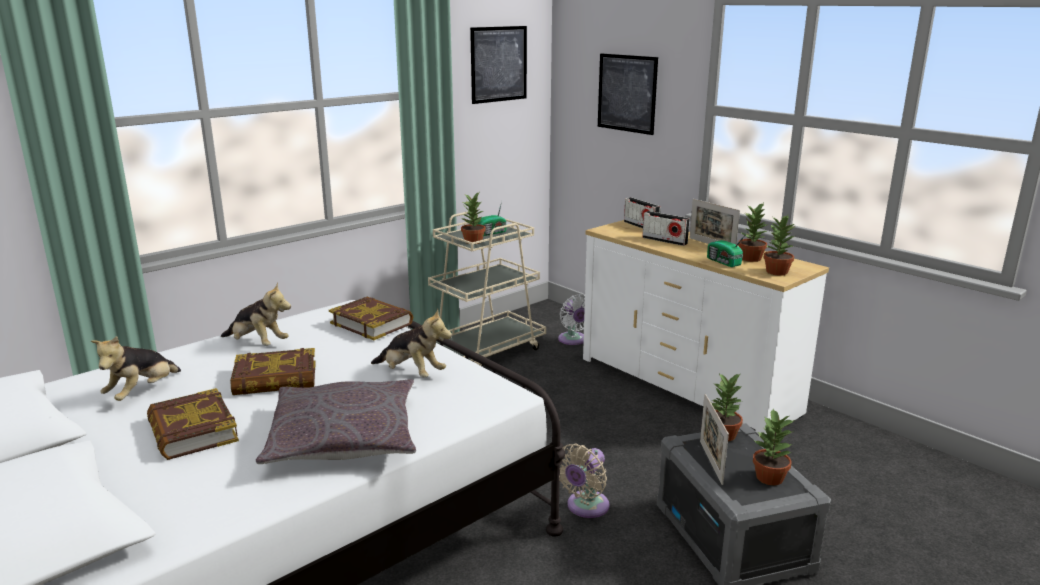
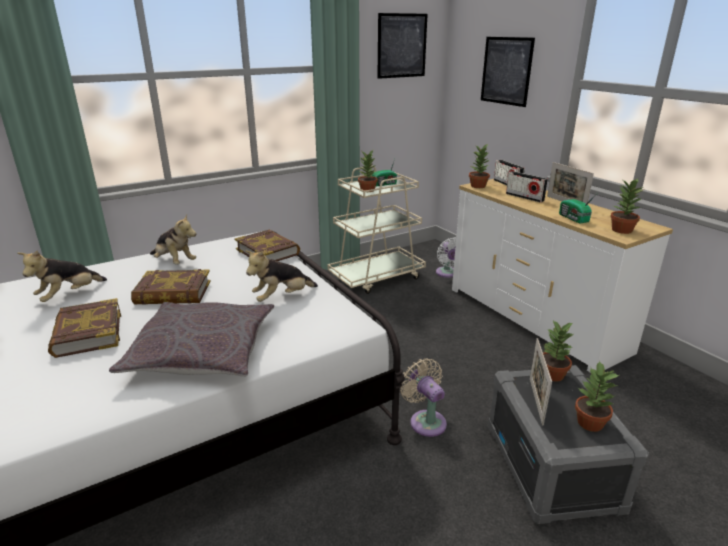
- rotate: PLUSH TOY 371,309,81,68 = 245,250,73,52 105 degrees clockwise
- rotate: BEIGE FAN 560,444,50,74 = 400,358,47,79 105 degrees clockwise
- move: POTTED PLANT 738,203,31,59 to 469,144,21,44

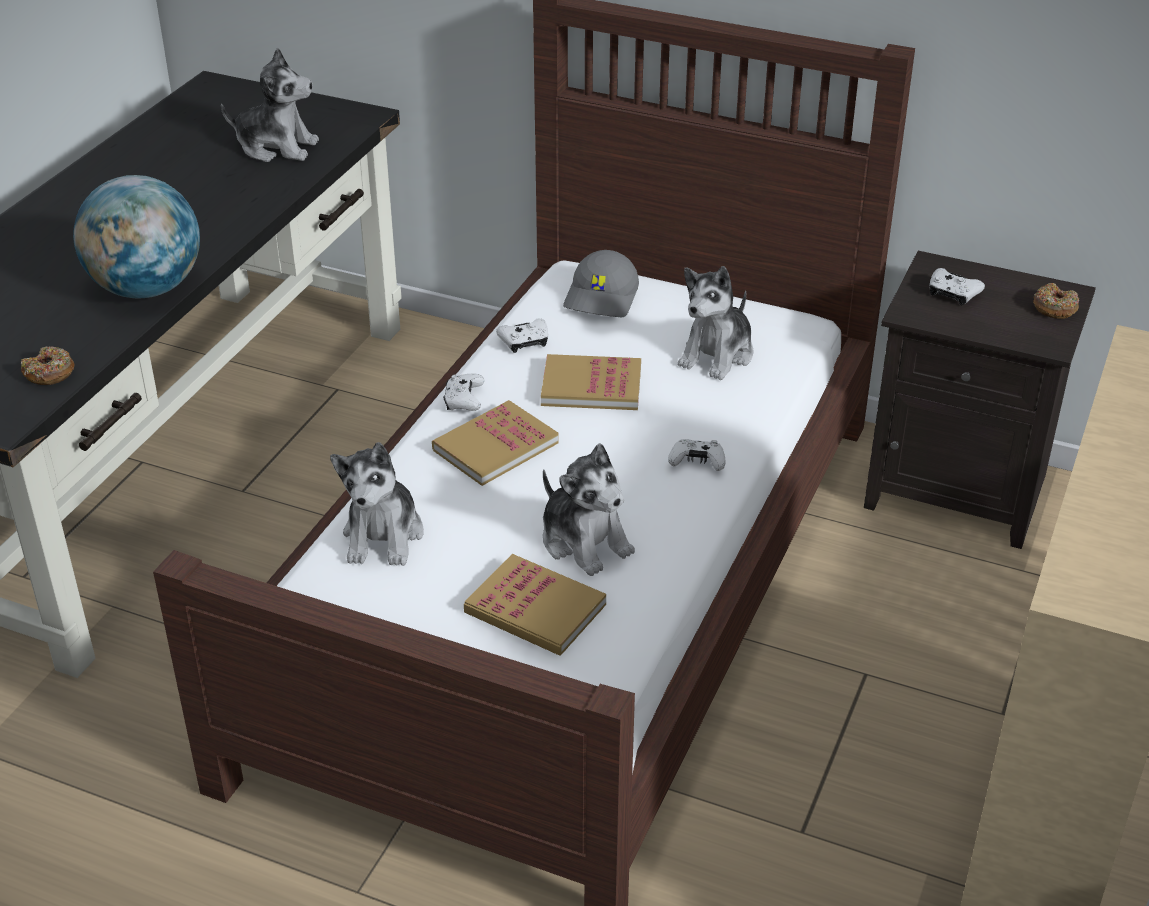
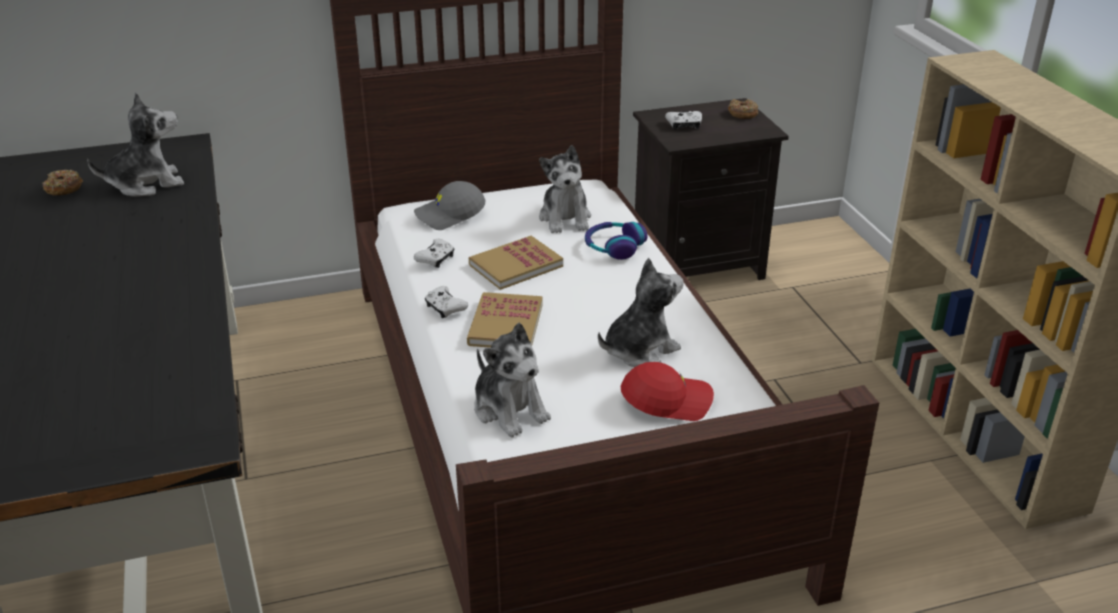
- move: DONUT 21,346,53,39 to 42,170,41,26
- delete: GLOBE 73,175,127,123
- replace: BOOK 464,554,142,102 to RED CAP 621,362,93,59
- rotate: PLUSH TOY 543,443,92,133 = 598,258,86,109 45 degrees counterclockwise
- rotate: GREY CAP 563,250,76,67 = 414,181,71,49 90 degrees clockwise
- delete: WHITE GAME CONTROLLER 668,439,58,32
- insert: HEADPHONES 585,222,63,38

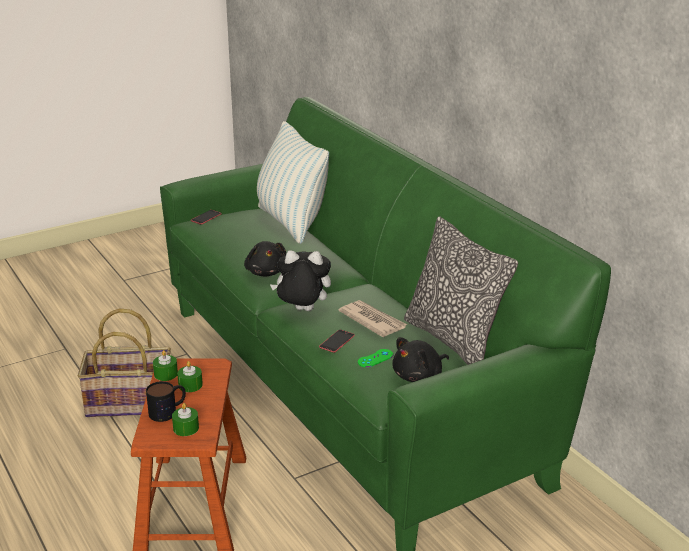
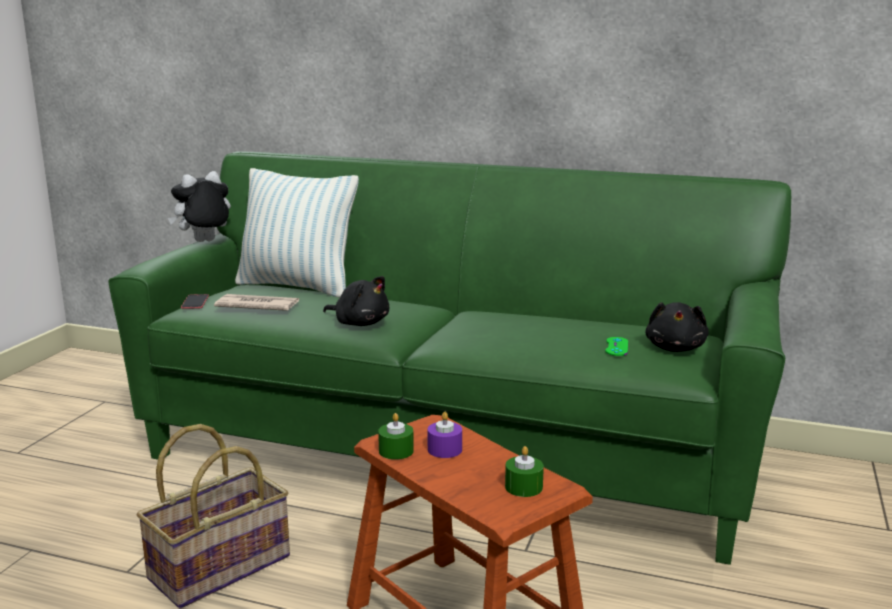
- delete: MUG 146,381,40,41
- recolor: GREEN CANDLE 177,361,26,31 to PURPLE CANDLE 428,412,34,46
- move: PLUSH TOY 270,250,61,61 to 168,171,63,71
- delete: PHONE 319,330,36,23
- move: NEWSPAPER 338,300,69,37 to 214,294,85,17
- delete: PILLOW 404,216,114,149

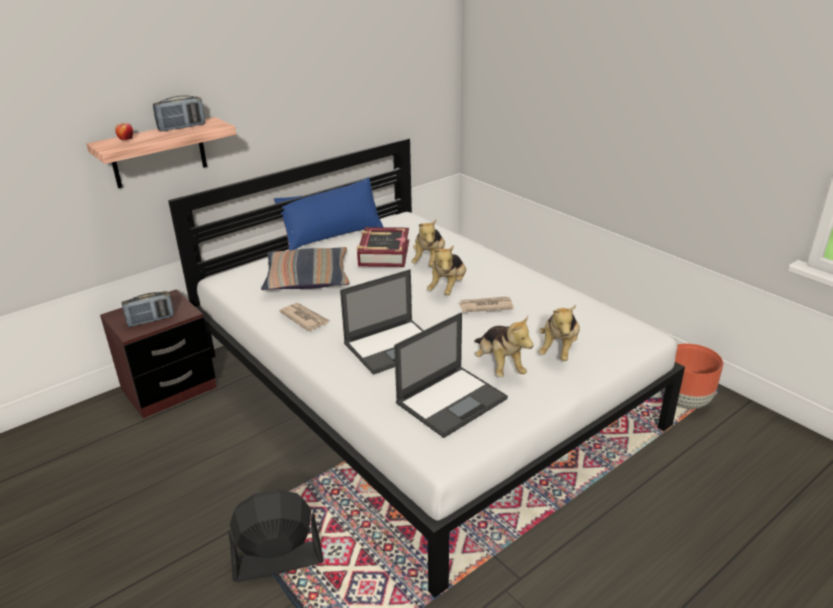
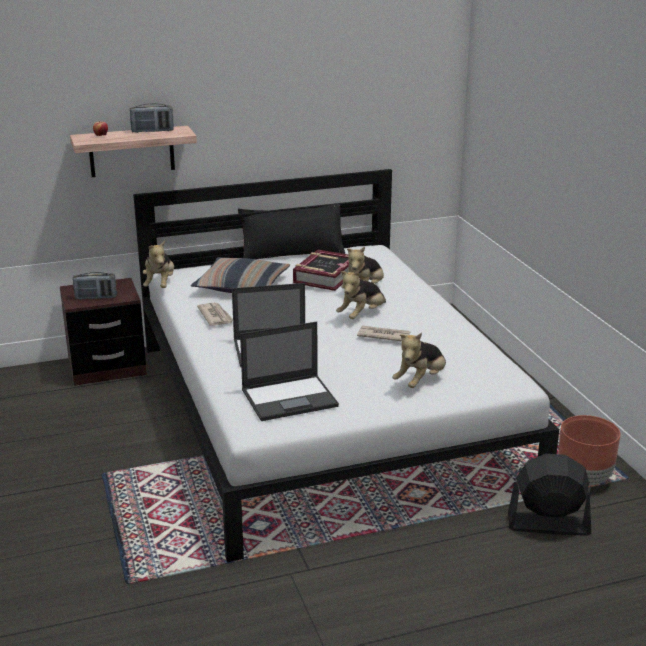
- move: BLACK FAN 228,489,96,93 to 508,454,83,82
- recolor: BLUE PILLOW 274,177,109,73 to BLACK PILLOW 238,203,107,56
- move: PLUSH TOY 474,316,60,61 to 143,241,31,47

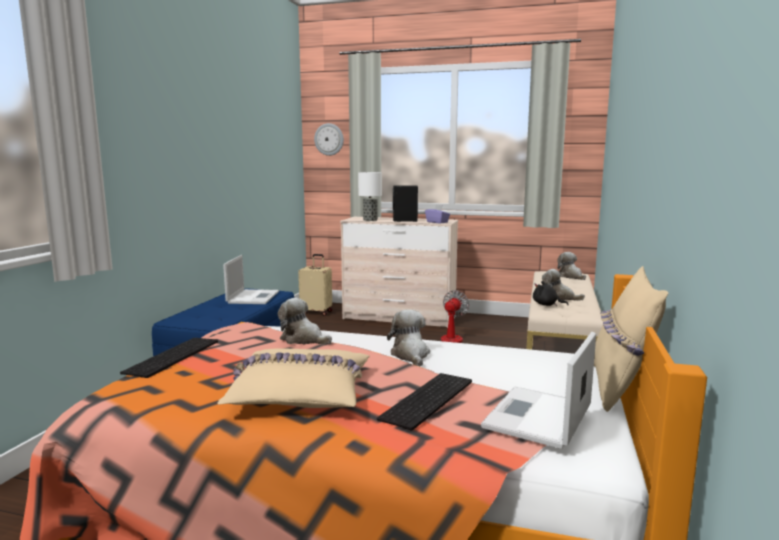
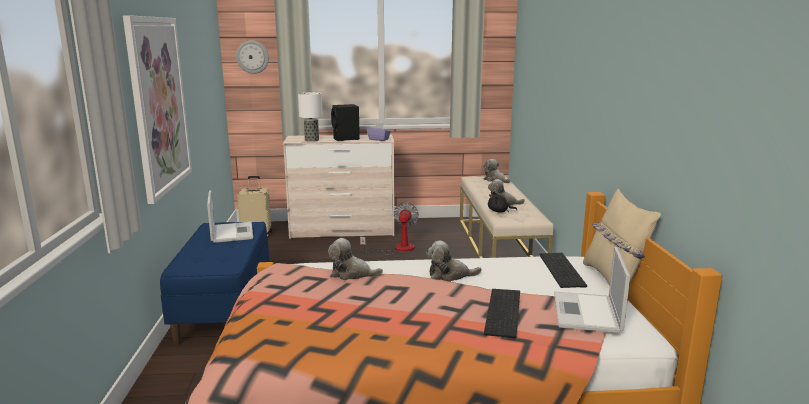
- move: KEYBOARD 120,338,98,40 to 539,253,48,35
- delete: BEIGE PILLOW 218,349,152,59
- rotate: PLUSH TOY 387,310,43,57 = 426,241,56,41 60 degrees counterclockwise
- insert: PICTURE 123,15,69,189

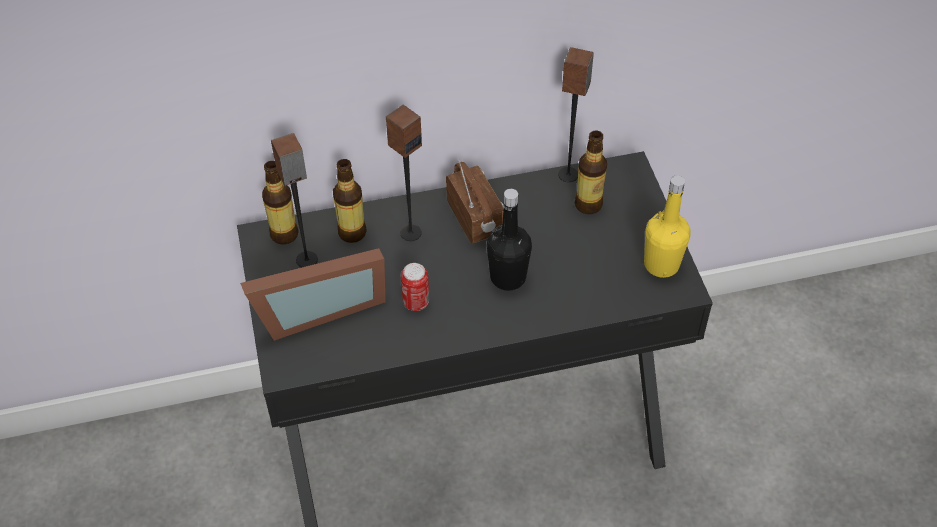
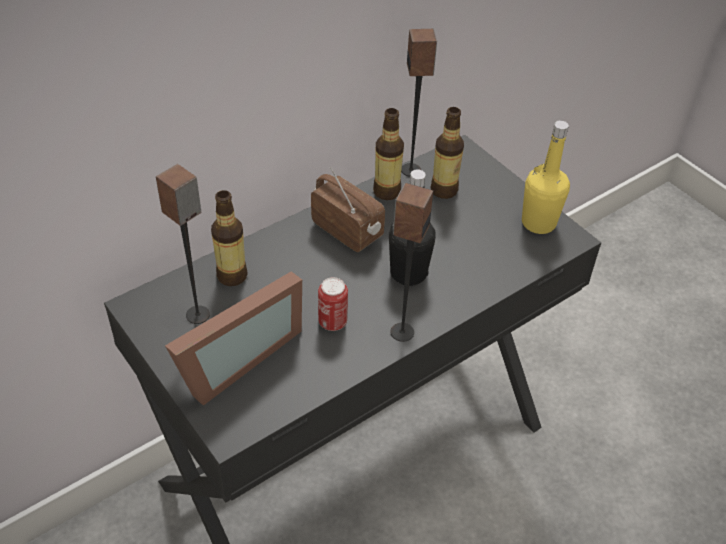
- move: BOTTLE 262,161,37,84 to 373,108,31,92
- move: SPEAKER 386,105,36,136 to 390,183,43,159

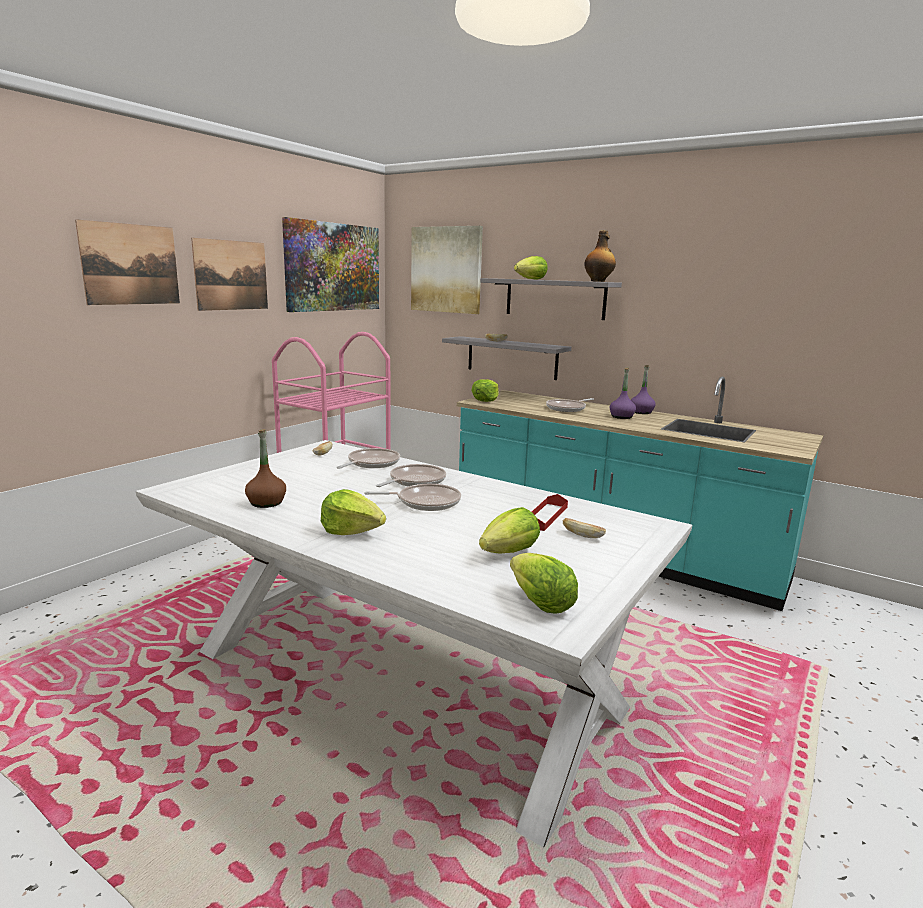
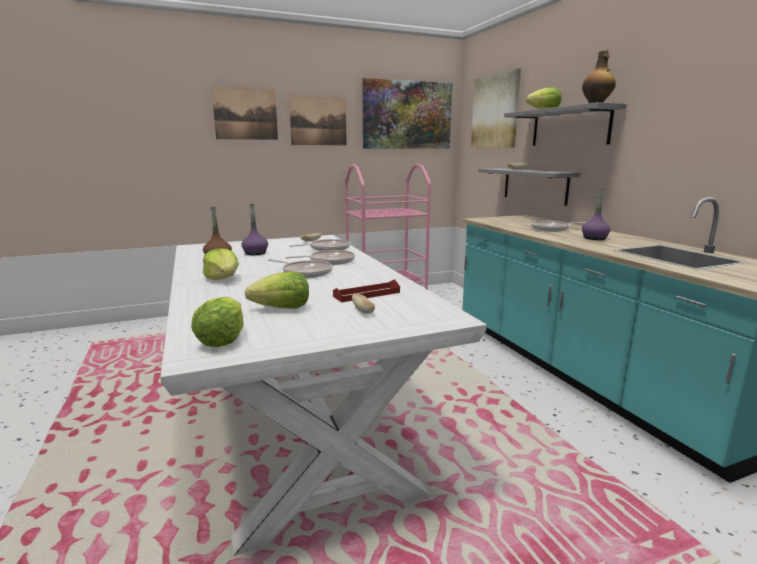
- delete: LETTUCE 471,379,28,23
- move: PURPLE BOTTLE 631,365,24,49 to 241,204,27,51

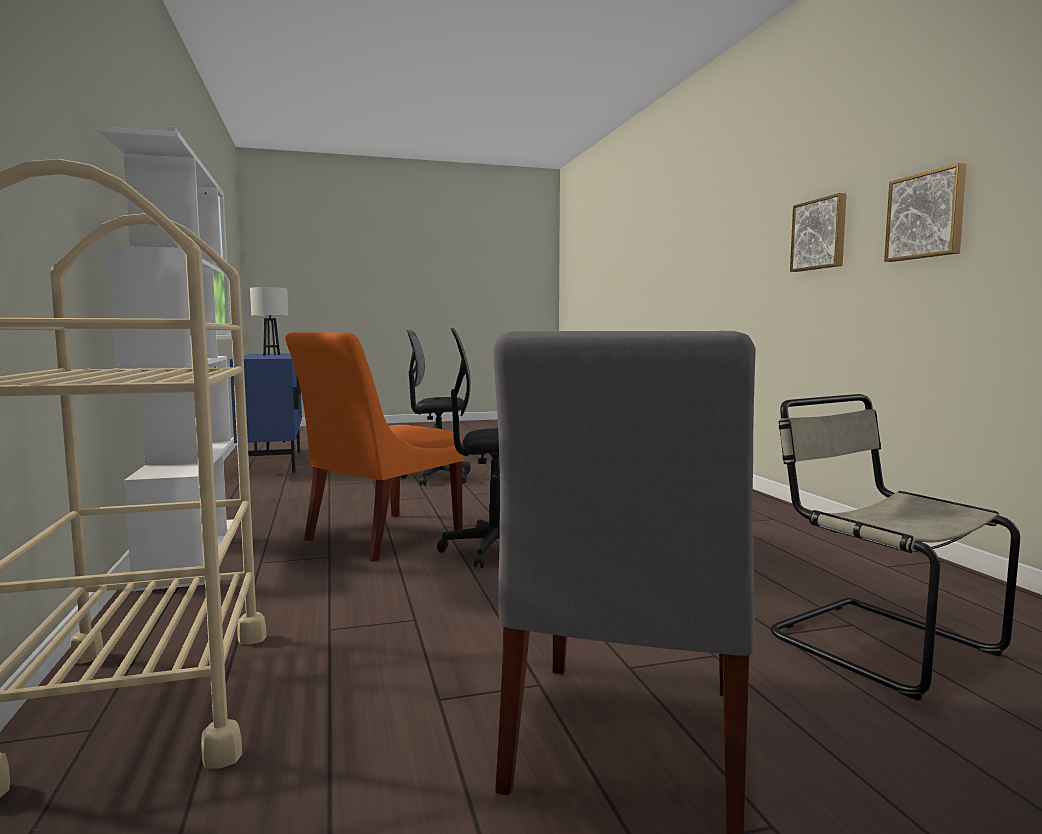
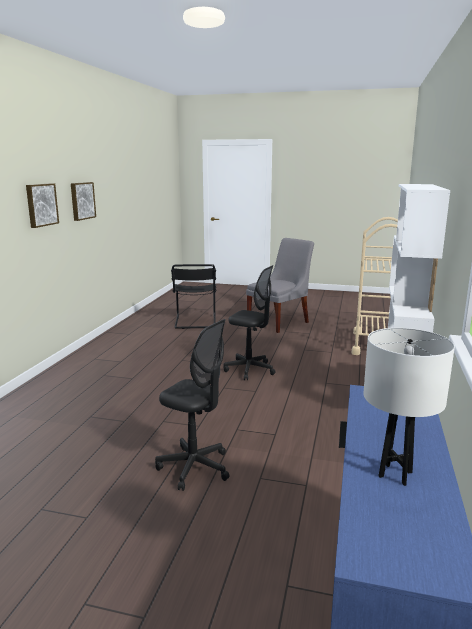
- delete: ORANGE CHAIR 286,332,178,230
- recolor: BEIGE CHAIR 771,394,249,306 to BLACK CHAIR 171,264,45,65

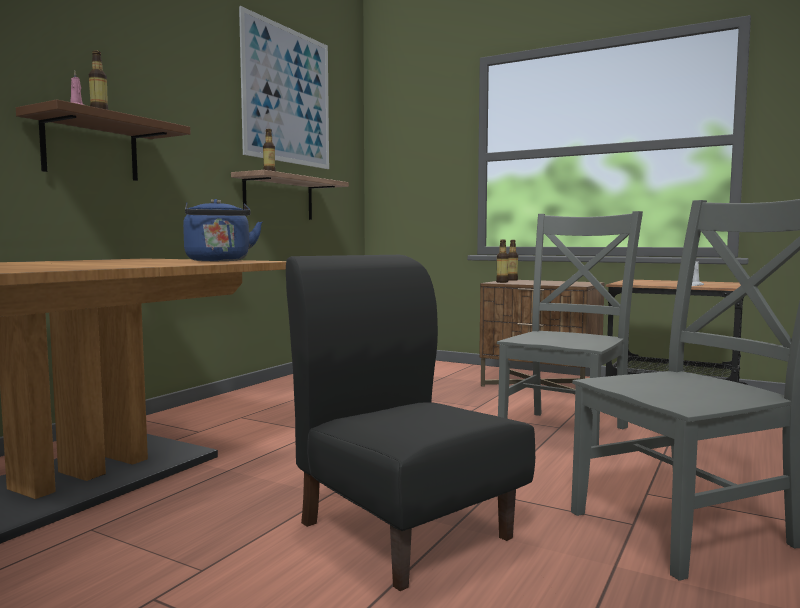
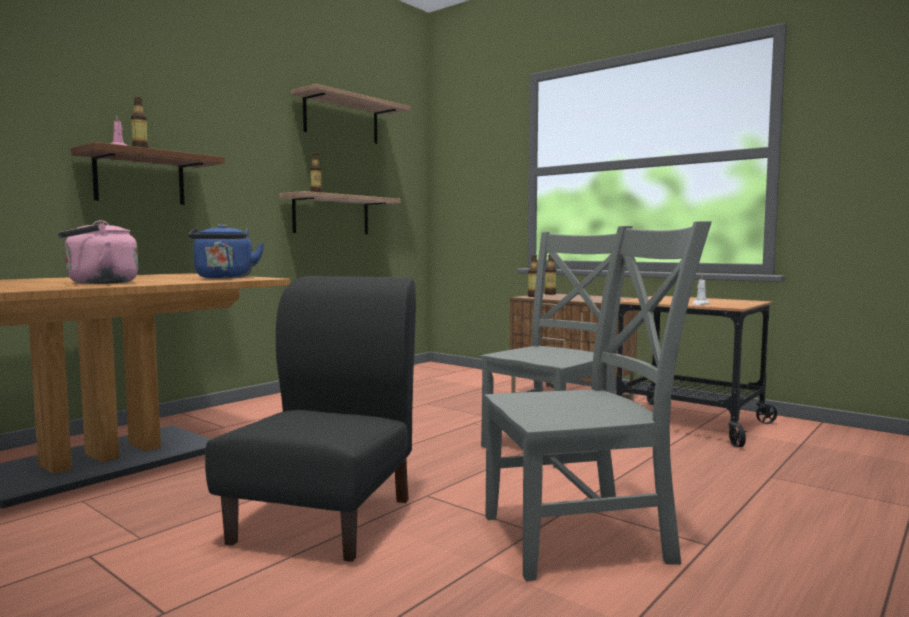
- replace: PICTURE 239,6,90,163 to SHELF 291,84,119,60
- rotate: BLACK CHAIR 286,255,249,336 = 205,276,211,286 45 degrees clockwise
- insert: PINK KETTLE 58,220,80,64

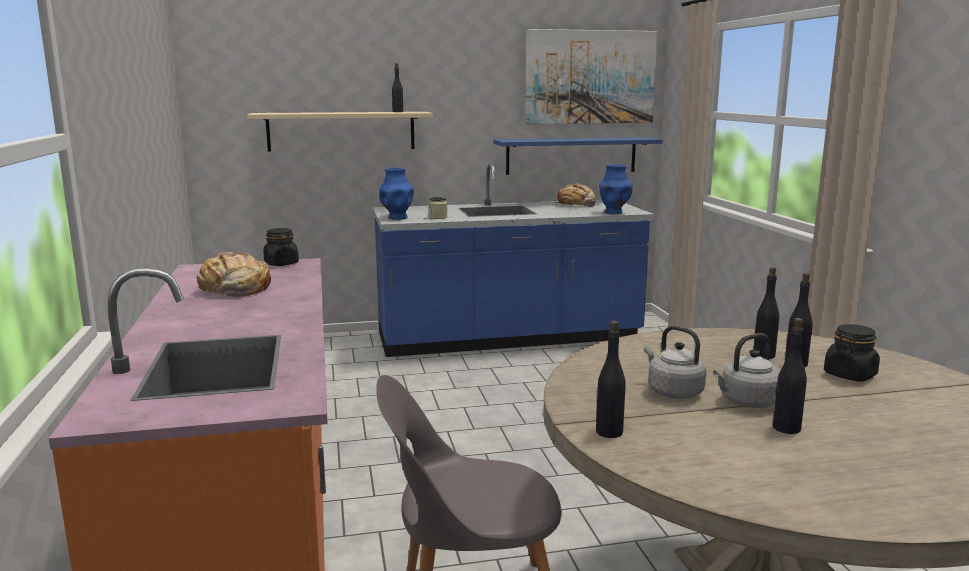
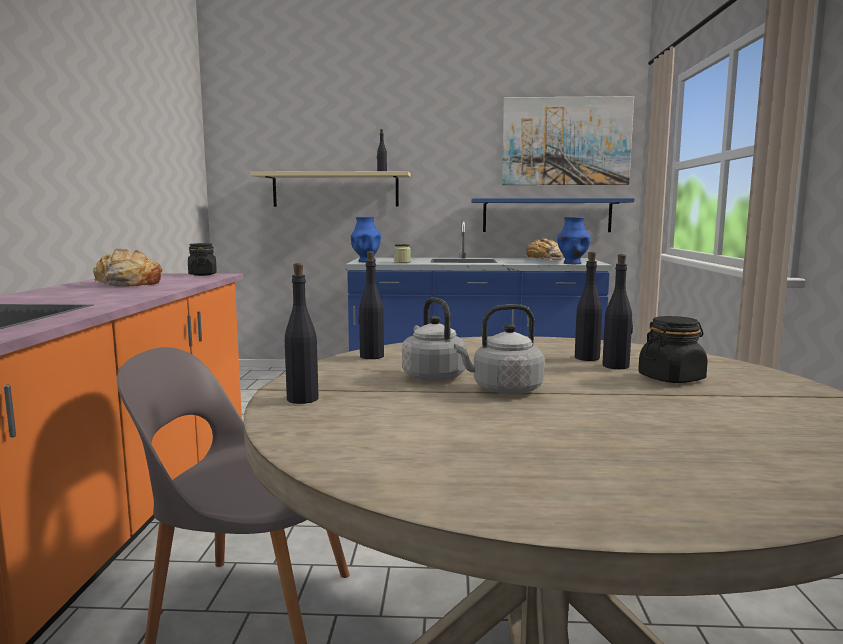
- move: BLACK BOTTLE 773,318,34,116 to 358,251,26,108

